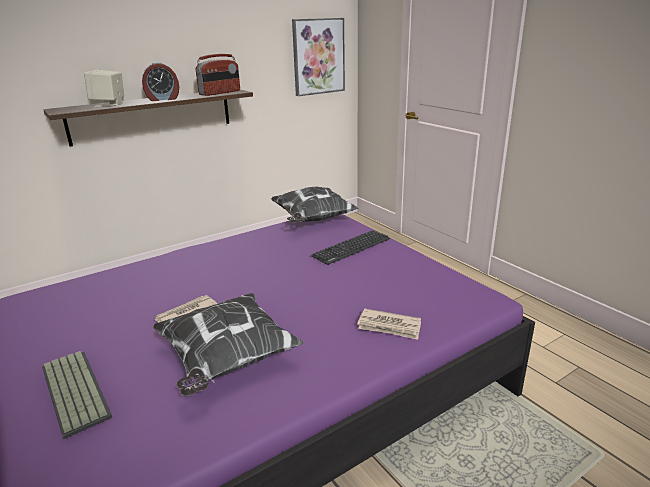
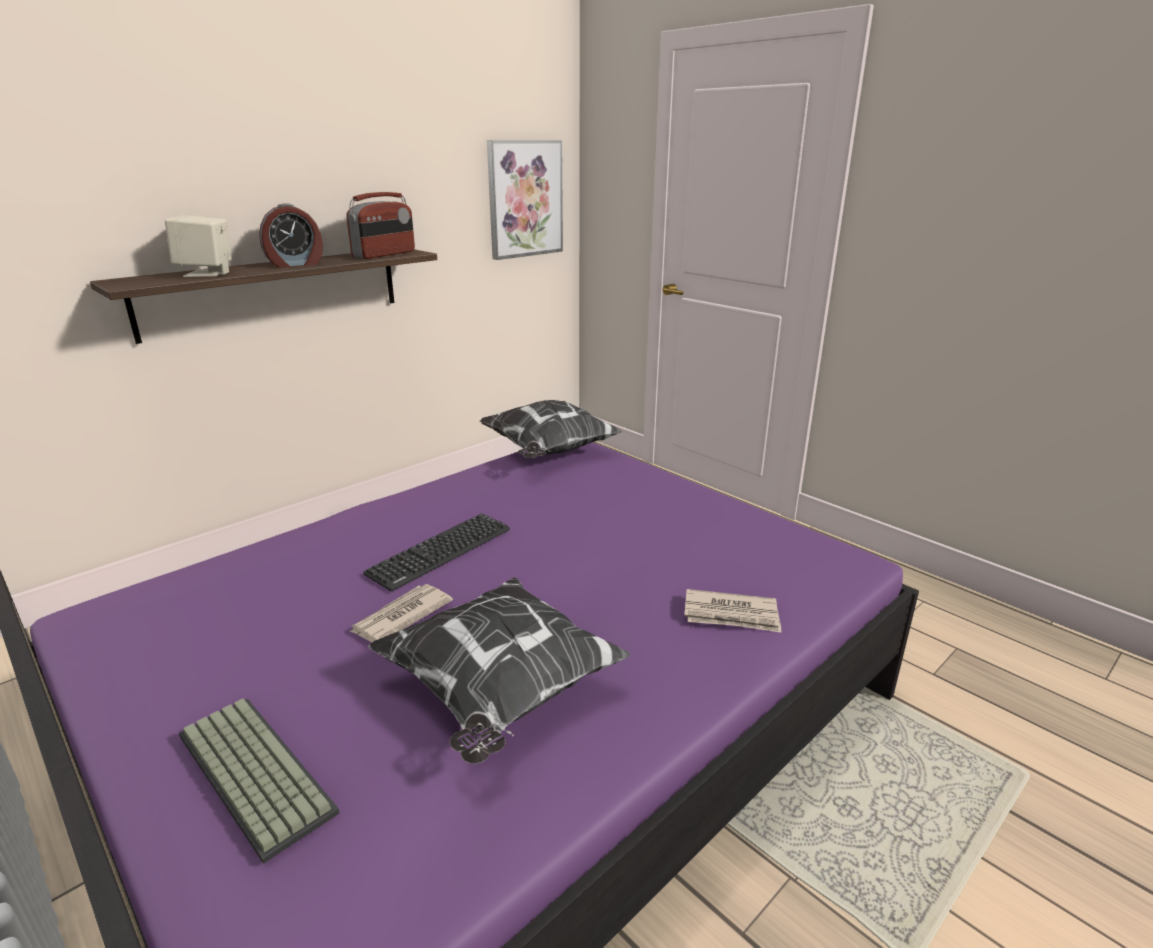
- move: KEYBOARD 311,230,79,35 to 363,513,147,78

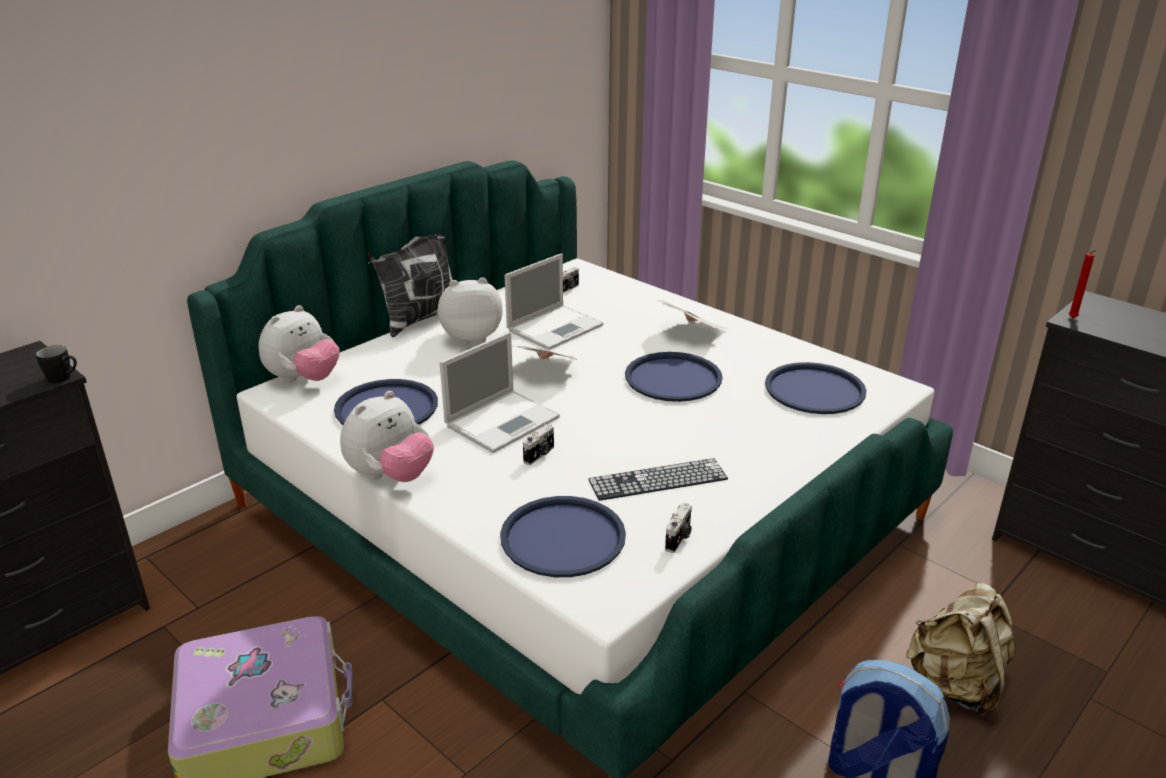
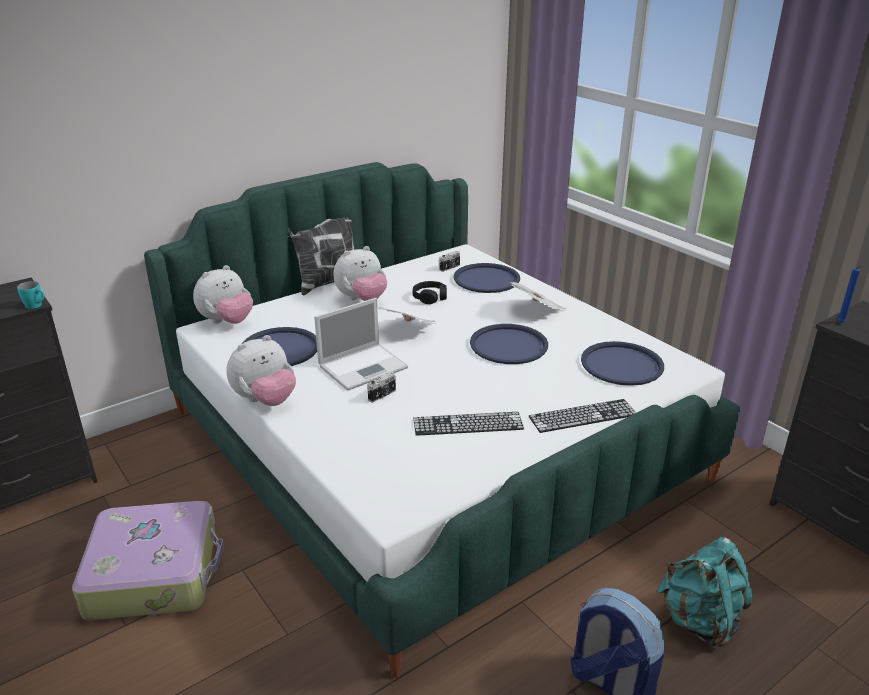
- recolor: BLACK MUG 36,345,41,38 to TURQUOISE MUG 17,281,28,28
- rotate: PLUSH TOY 438,277,65,67 = 333,246,54,55 150 degrees clockwise
- move: BLUE TRAY 500,496,126,81 to 454,263,66,30
- replace: LAPTOP 505,253,98,97 to BLACK HEADPHONES 413,281,34,23
- delete: PHOTO CAMERA 665,503,27,50
- recolor: BEIGE BACKPACK 906,583,110,133 to TURQUOISE BACKPACK 657,537,97,111
- recolor: RED CANDLE 1069,250,27,68 to BLUE CANDLE 838,266,23,57
- insert: KEYBOARD 529,399,108,34

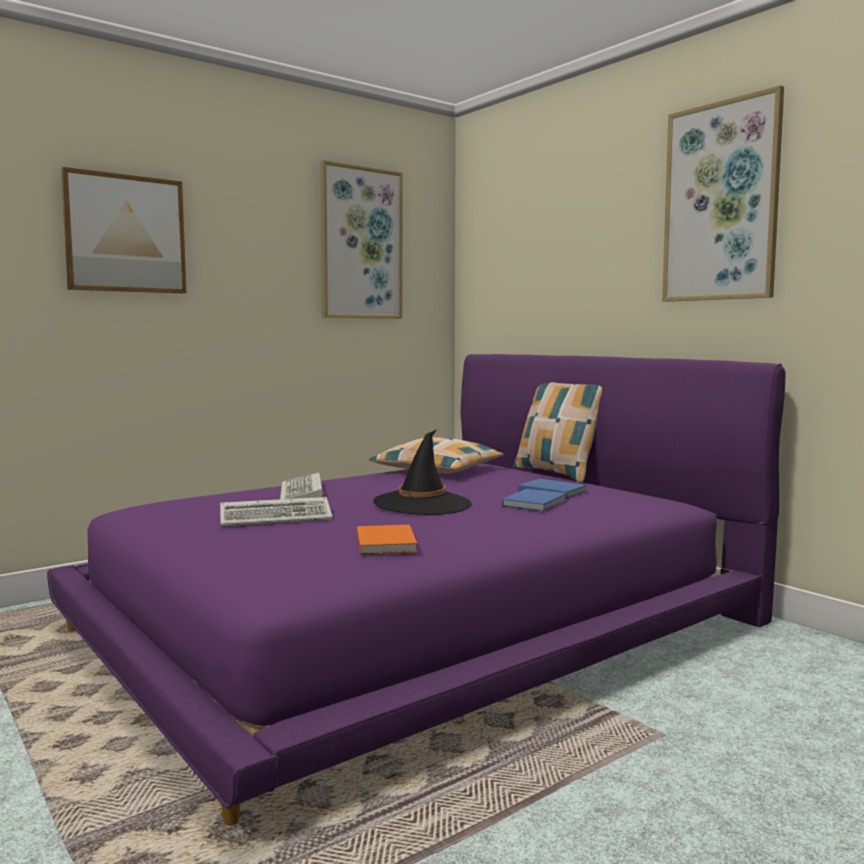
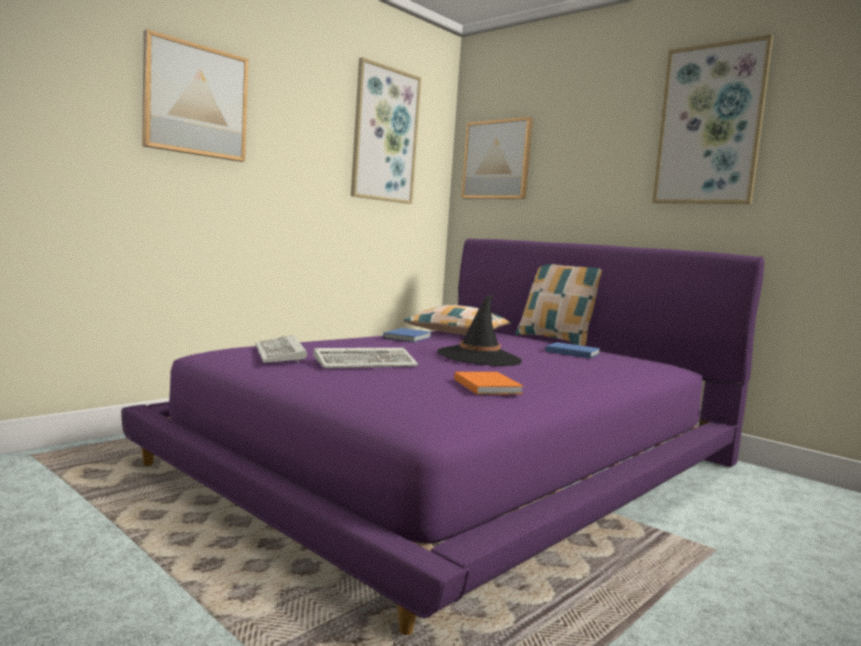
- move: KEYBOARD 280,472,43,27 to 255,335,52,28
- move: BLUE BOOK 502,489,65,23 to 383,328,48,14
- insert: PICTURE 461,117,72,82

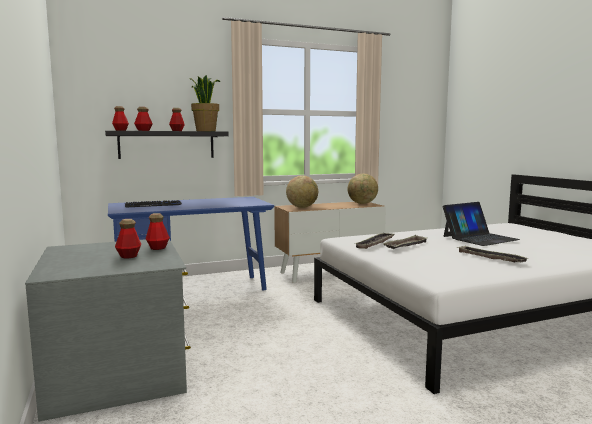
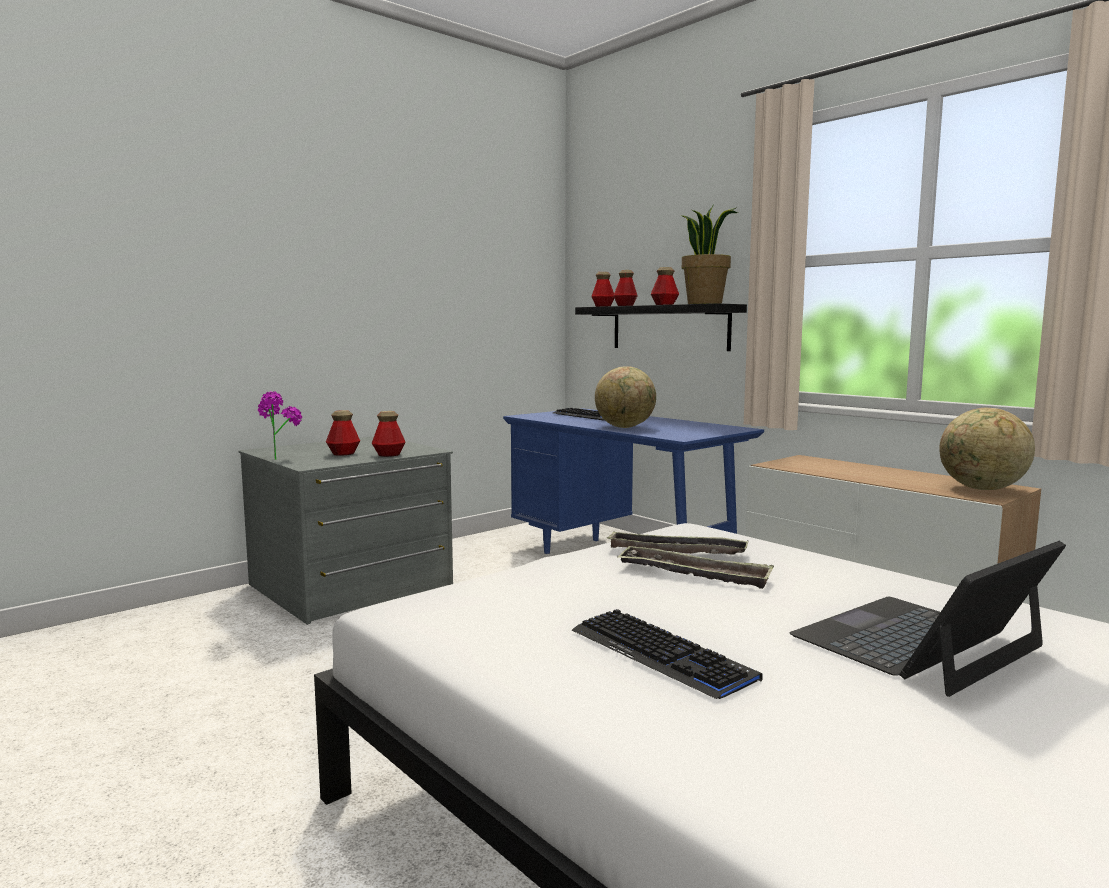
- move: GLOBE 286,175,32,33 to 595,366,61,62
- rotate: LAPTOP 443,202,77,44 = 789,541,277,156 105 degrees clockwise
- replace: TRAY 457,245,71,17 to KEYBOARD 572,609,191,90
- insert: POTTED PLANT 258,391,44,69

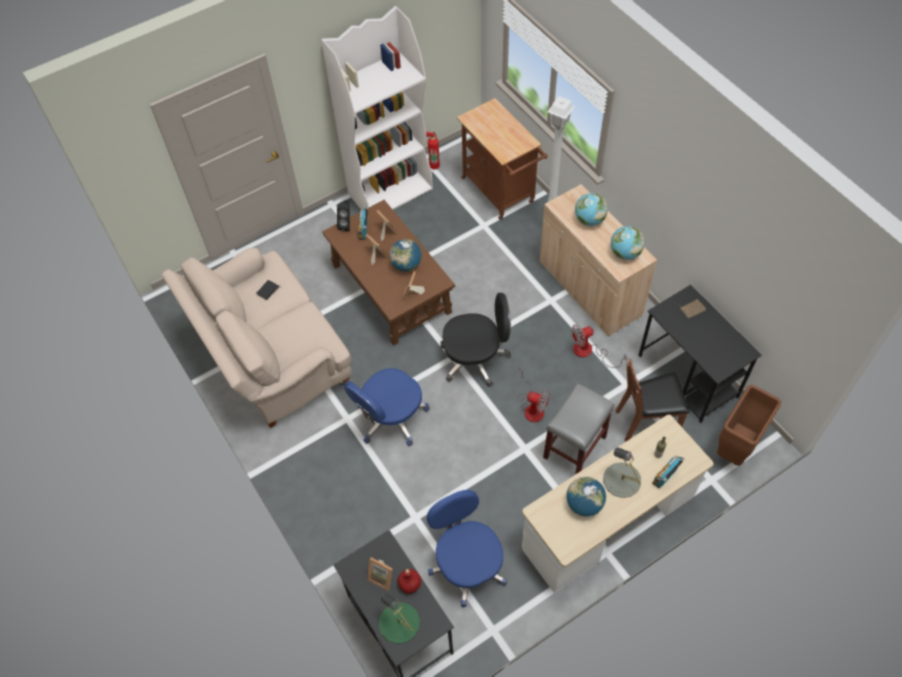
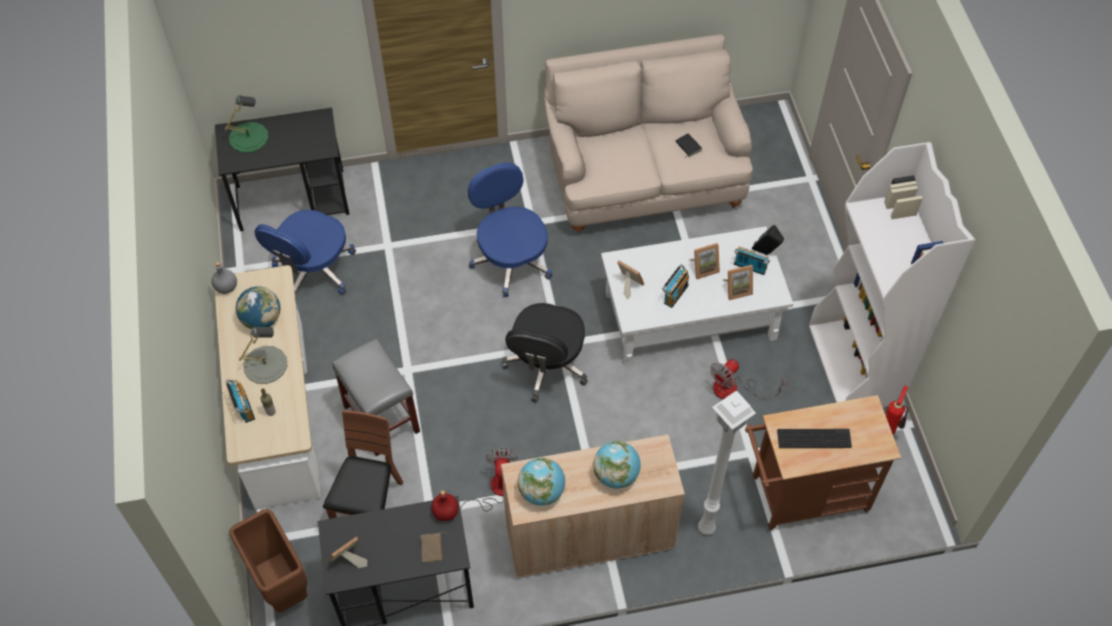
- recolor: BROWN COFFEE TABLE 322,200,133,146 to WHITE COFFEE TABLE 601,226,192,140
- move: PICTURE FRAME 367,557,26,34 to 330,536,37,32
- replace: GLOBE 390,239,32,32 to RADIO 662,264,27,44
- move: RED BOTTLE 398,569,23,24 to 432,490,27,31
- rotate: BLUE OFFICE CHAIR 427,490,80,118 = 255,210,101,89 120 degrees clockwise
- move: FAN 517,365,33,57 to 710,359,77,41
- insert: GREY BOTTLE 211,262,26,32
- insert: KEYBOARD 777,429,75,19

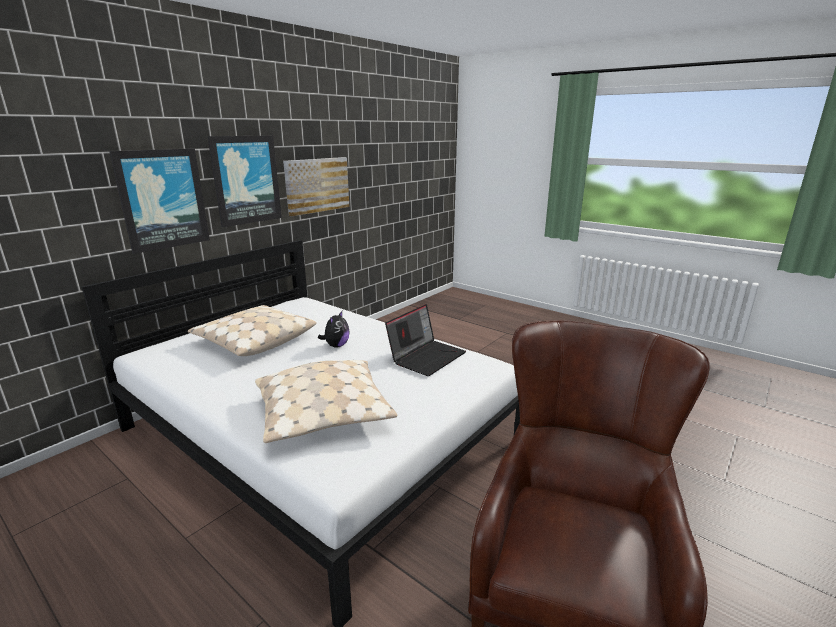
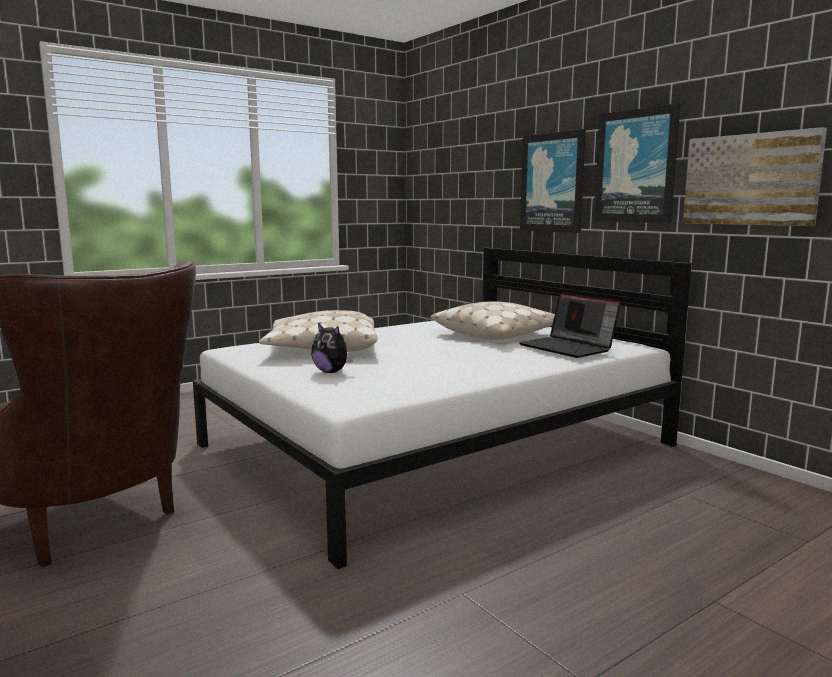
- move: PLUSH TOY 318,311,32,37 to 311,323,43,50
- move: LAPTOP 385,304,81,72 to 519,293,102,65

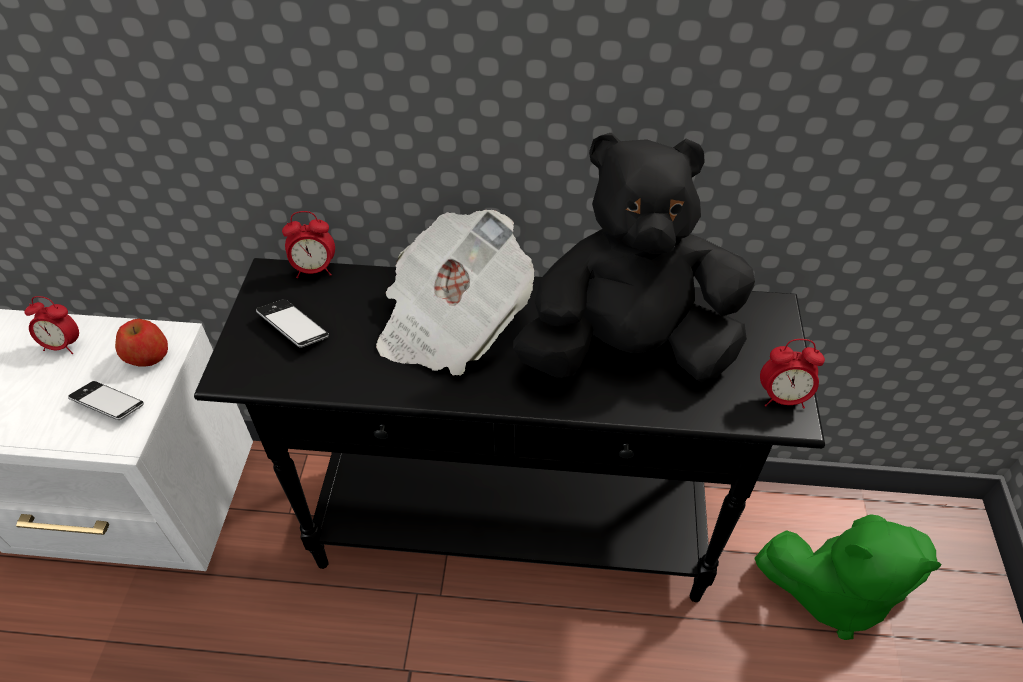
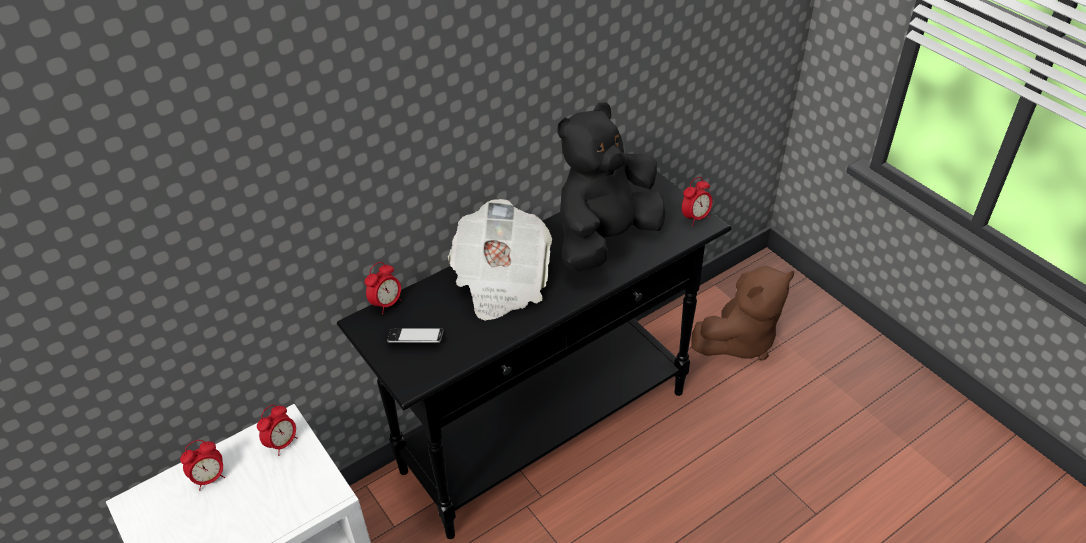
- delete: PHONE 68,381,76,39
- replace: APPLE 115,319,53,48 to ALARM CLOCK 257,405,41,51
- recolor: GREEN PLUSH TOY 755,514,187,126 to BROWN PLUSH TOY 691,265,103,95

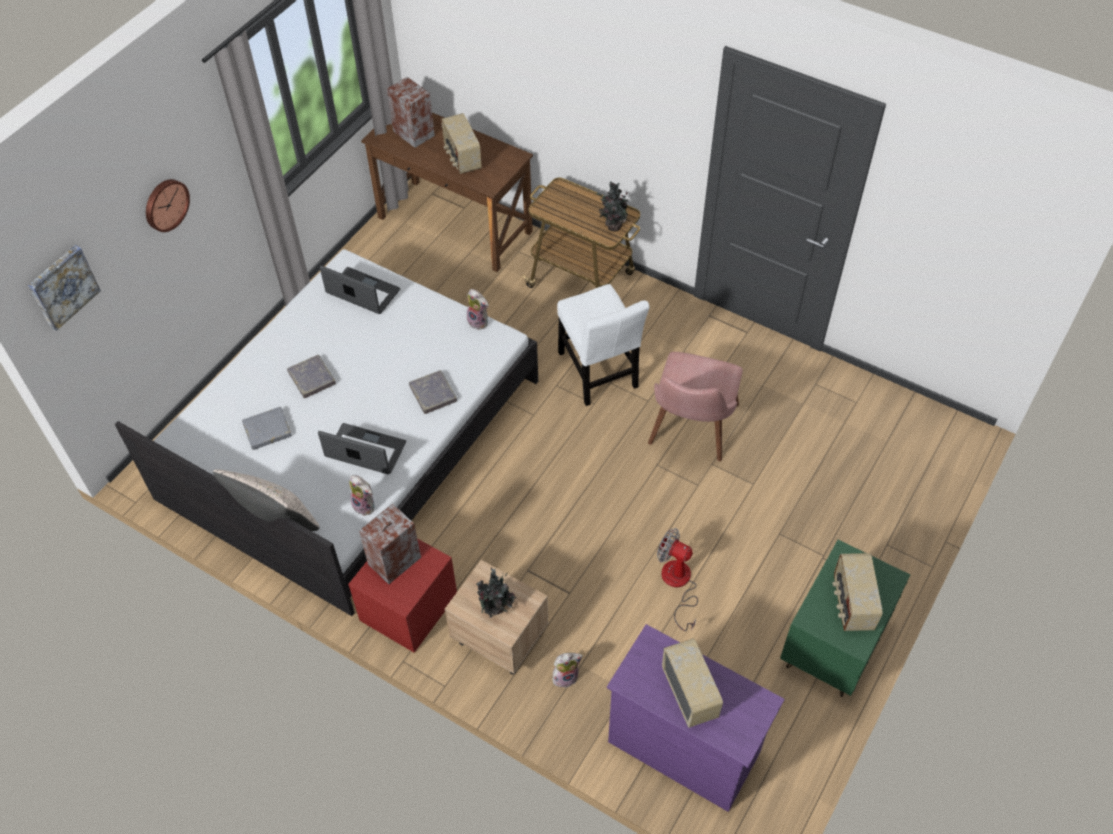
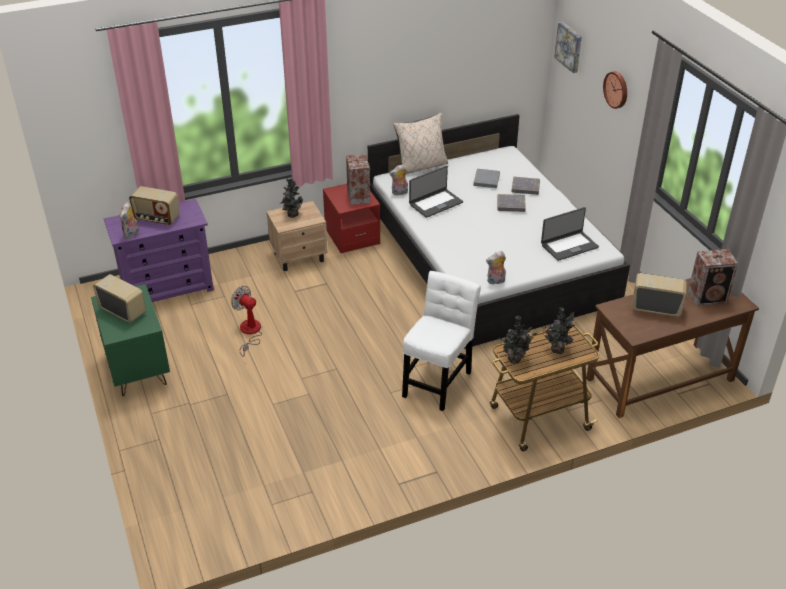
- move: GREY BOOK 409,370,48,44 to 512,177,28,18
- move: PLUSH TOY 553,653,30,36 to 120,202,19,37
- rotate: WHITE CHAIR 557,284,93,122 = 402,271,79,140 105 degrees clockwise
- delete: PINK CHAIR 648,352,95,109
- rotate: FAN 657,528,41,103 = 231,286,31,71 120 degrees counterclockwise
- insert: POTTED PLANT 543,307,32,47

